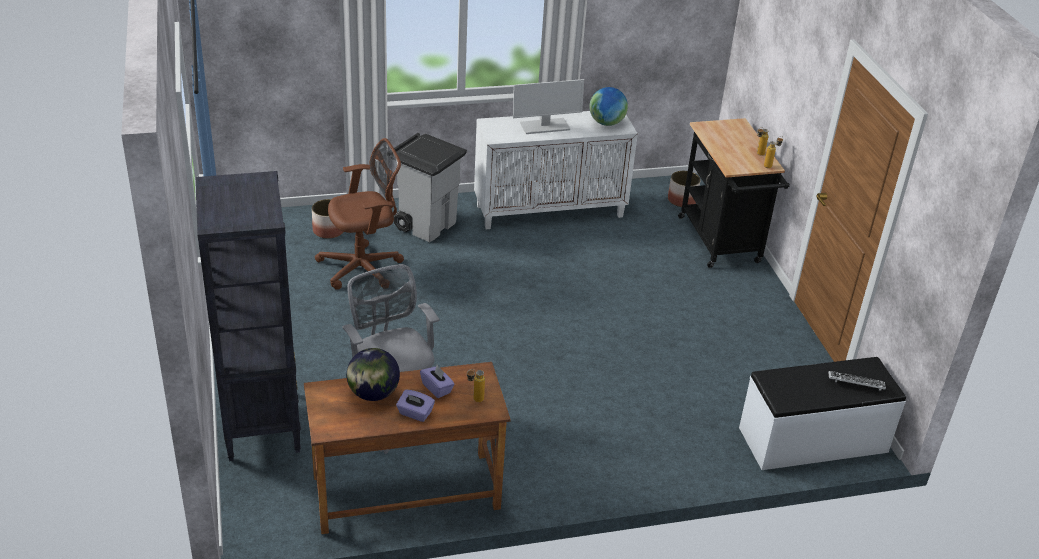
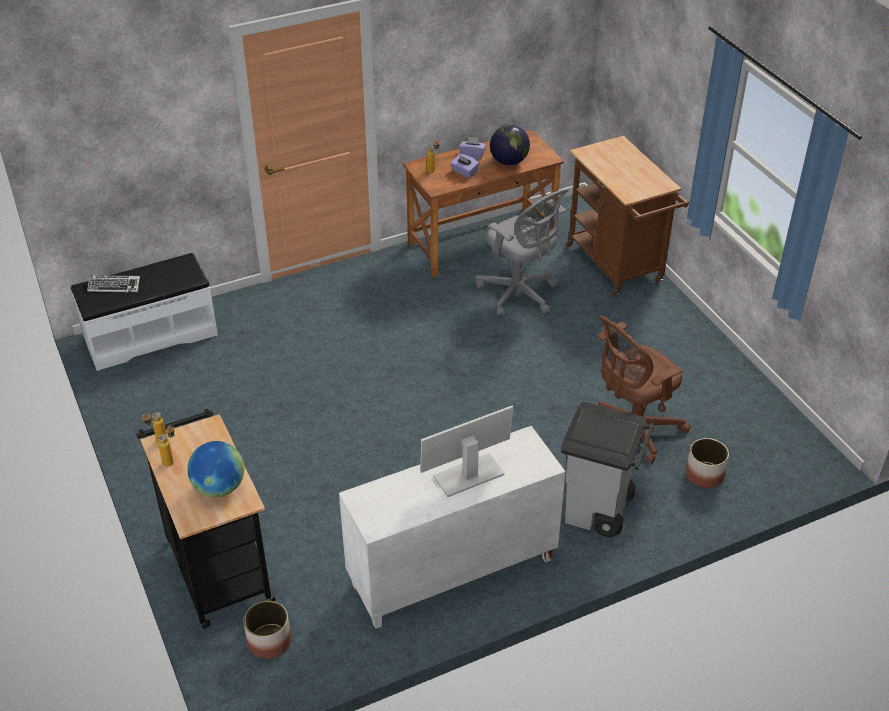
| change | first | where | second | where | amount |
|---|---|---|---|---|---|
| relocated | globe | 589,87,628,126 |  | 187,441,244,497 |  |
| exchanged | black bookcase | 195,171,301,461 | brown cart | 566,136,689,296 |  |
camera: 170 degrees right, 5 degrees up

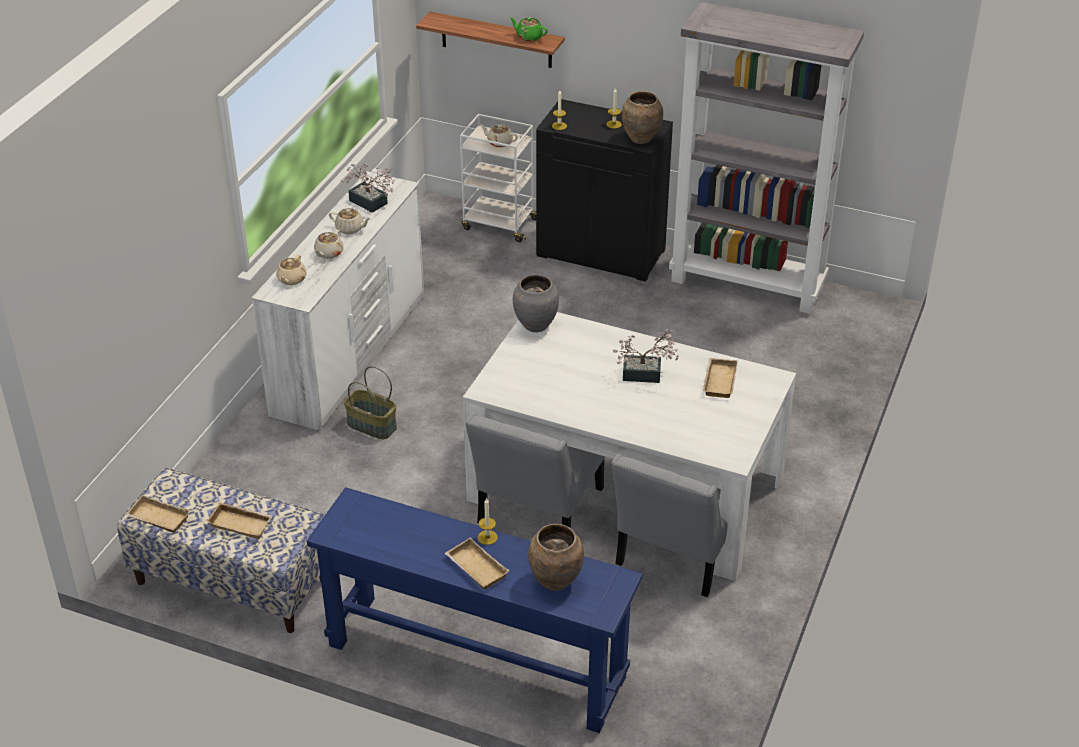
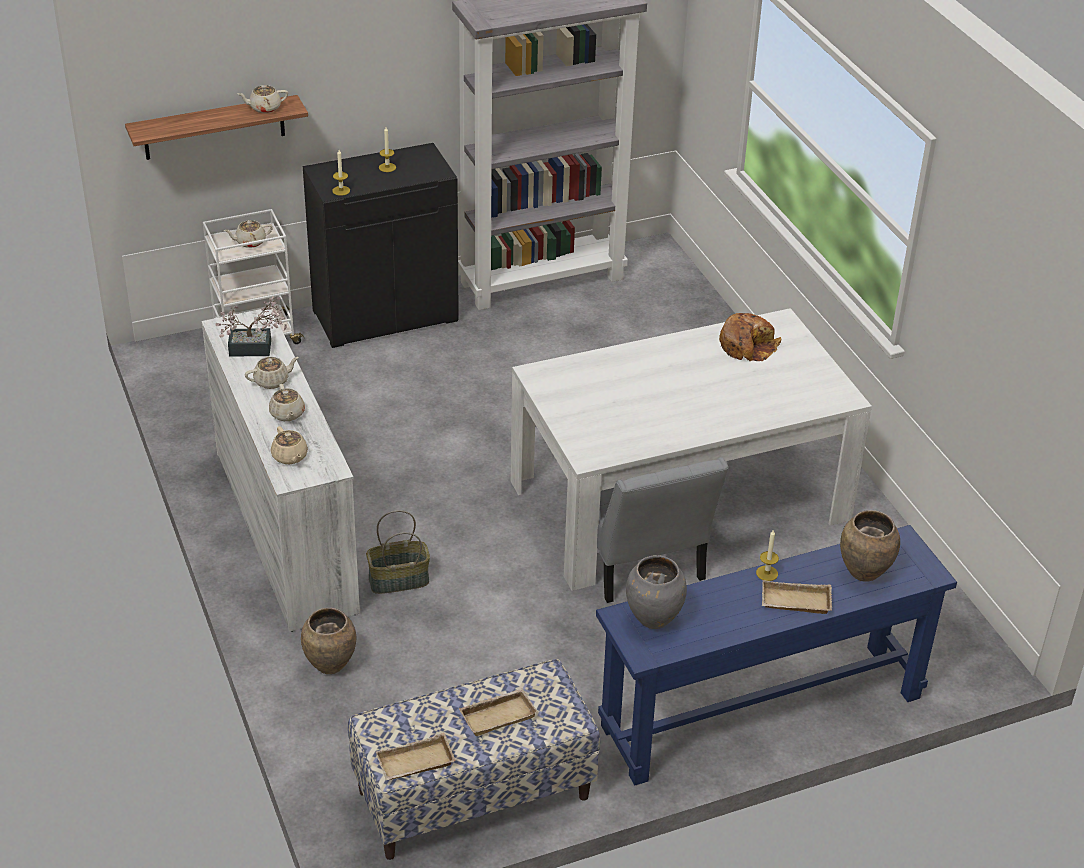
| change | first | where | second | where | amount |
|---|---|---|---|---|---|
| missing | grey chair | 612,454,752,597 |  |  |  |
| missing | potted plant | 613,328,679,383 |  |  |  |
| relocated | grey vase | 513,274,559,333 |  | 626,555,687,629 |  |
| relocated | brown vase | 622,91,663,144 |  | 301,608,356,674 |  |
| exchanged | beige tray | 703,358,738,398 | bread | 719,313,781,361 |  |
| colour | green teapot | 509,17,548,41 | beige teapot | 237,85,288,113 |  |
camera: 45 degrees left, 0 degrees up

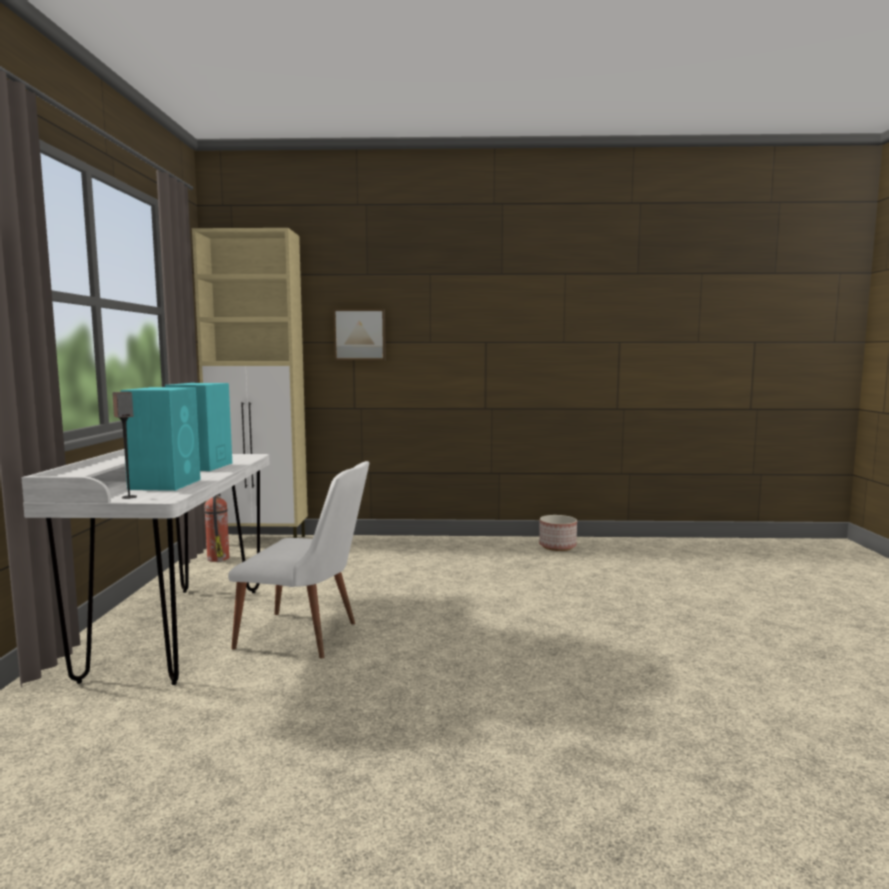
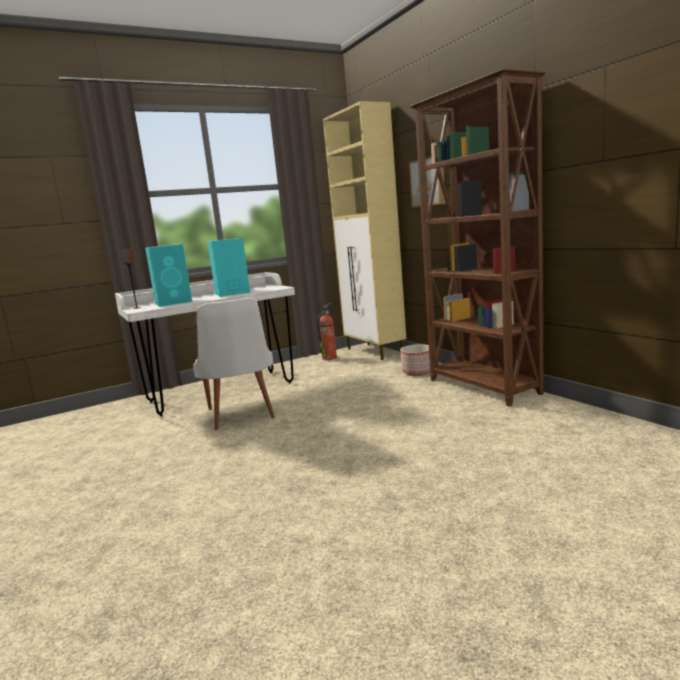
| change | first | where | second | where | amount |
|---|---|---|---|---|---|
| appeared |  |  | brown bookcase | 409,69,546,406 |  |
| relocated | planter | 539,515,577,551 |  | 400,344,430,376 |  |
camera: 60 degrees right, 5 degrees up

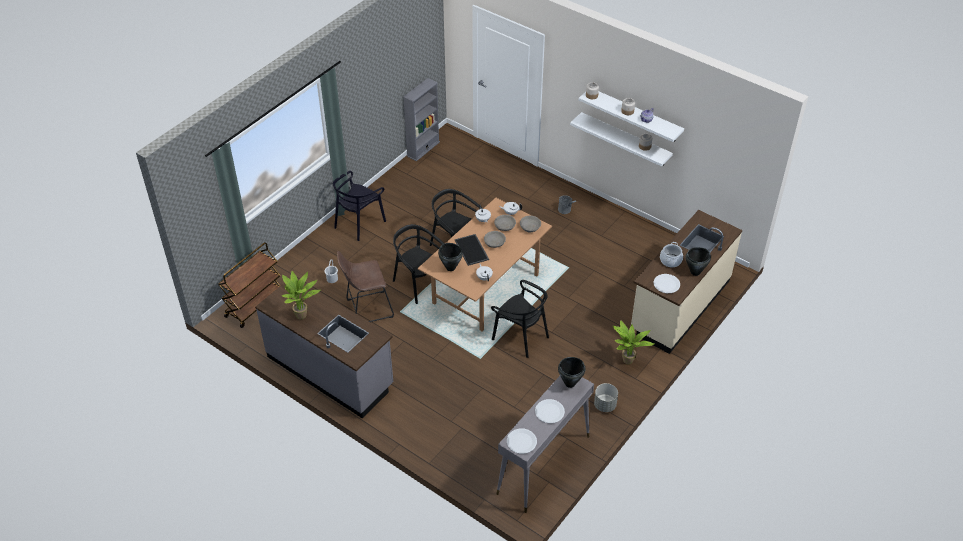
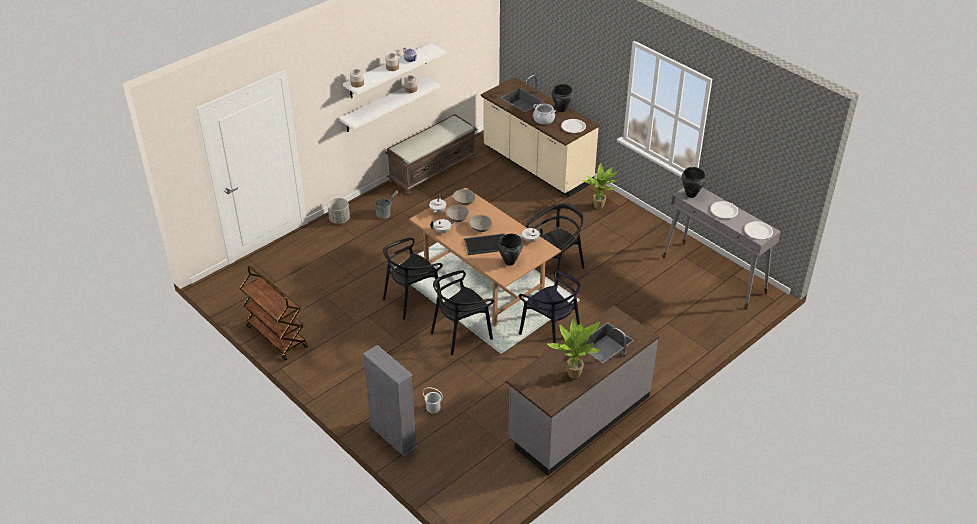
| change | first | where | second | where | amount |
|---|---|---|---|---|---|
| missing | brown stool | 337,251,394,322 |  |  |  |
| appeared |  |  | brown bench | 385,114,478,195 |  |
| relocated | brown cart | 218,242,280,328 |  | 240,266,308,361 |  |
| relocated | black chair | 333,171,386,241 |  | 519,270,581,343 |  |
| relocated | grey bookcase | 403,78,440,161 |  | 362,345,418,456 |  |
| relocated | grey planter | 594,383,618,412 |  | 328,198,350,224 |  |
camera: 80 degrees left, 5 degrees down

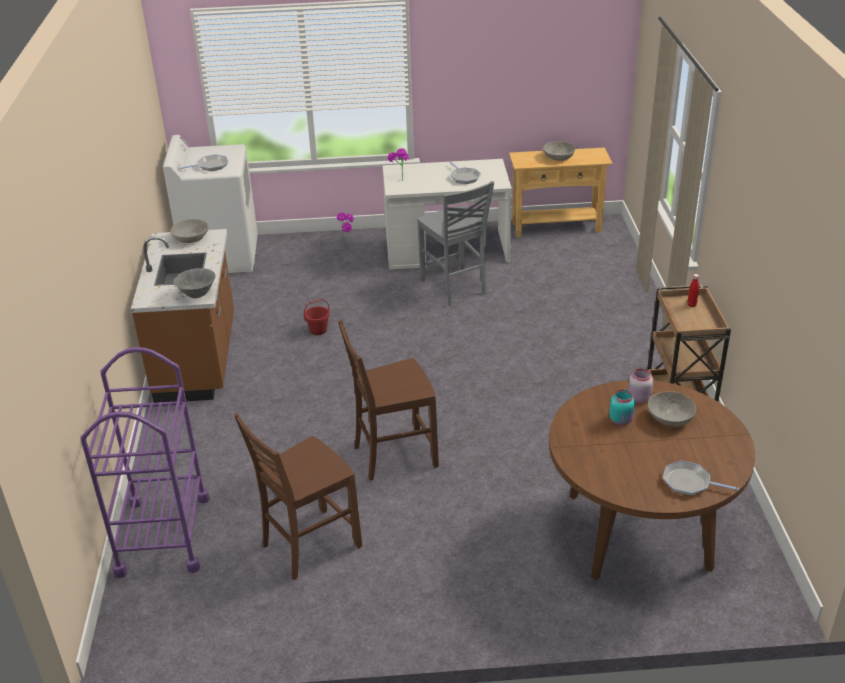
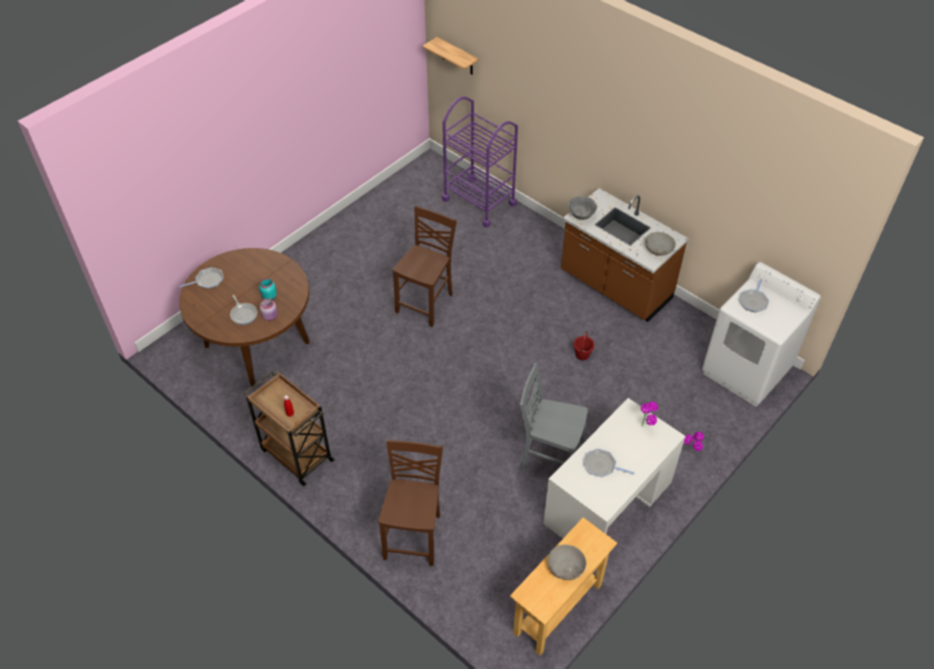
| change | first | where | second | where | amount |
|---|---|---|---|---|---|
| appeared |  |  | shelf | 422,37,479,75 |  |
| relocated | brown chair | 234,413,362,580 |  | 378,439,443,566 |  |
| exchanged | grey bowl | 648,391,696,427 | frying pan | 230,295,257,325 |  |
camera: 135 degrees right, 15 degrees up

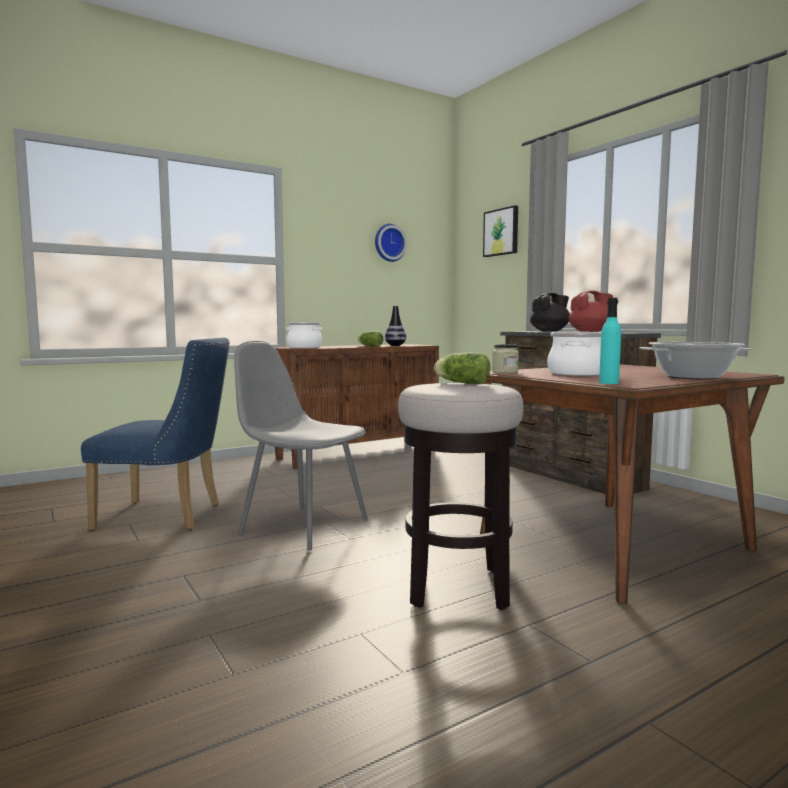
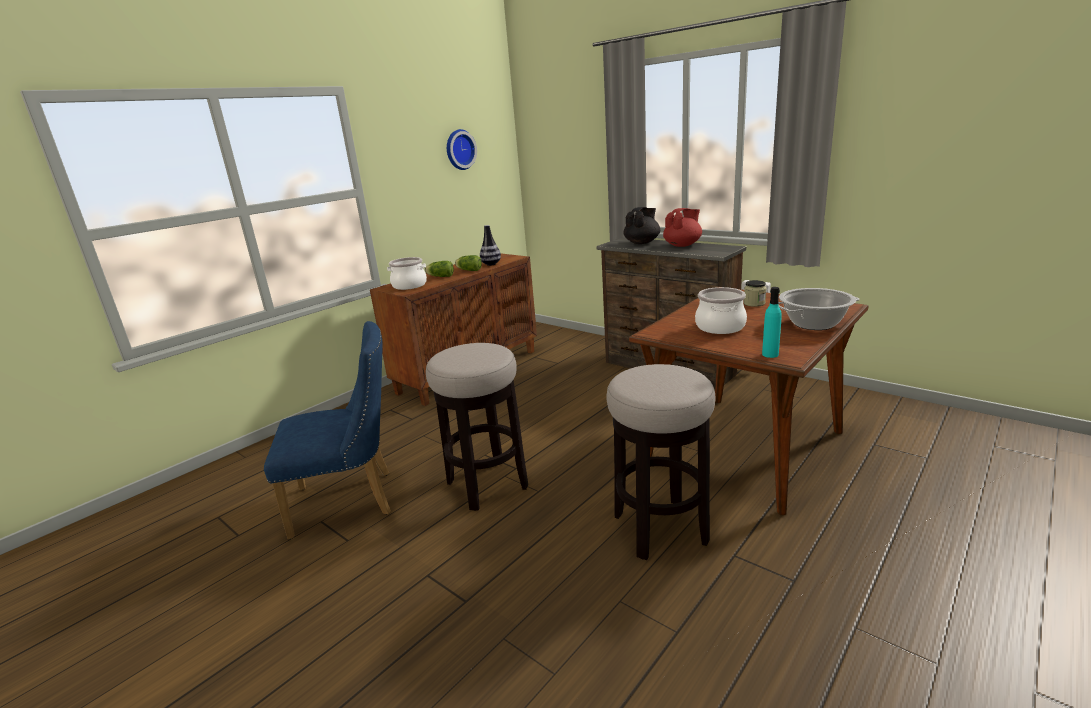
| change | first | where | second | where | amount |
|---|---|---|---|---|---|
| missing | picture | 483,205,518,257 |  |  |  |
| relocated | lettuce | 434,352,490,384 |  | 425,261,454,277 |  |
| relocated | jar | 492,344,519,373 |  | 744,280,766,307 |  |
| exchanged | grey chair | 234,341,367,550 | stool | 426,343,528,511 |  |
camera: 15 degrees left, 15 degrees up

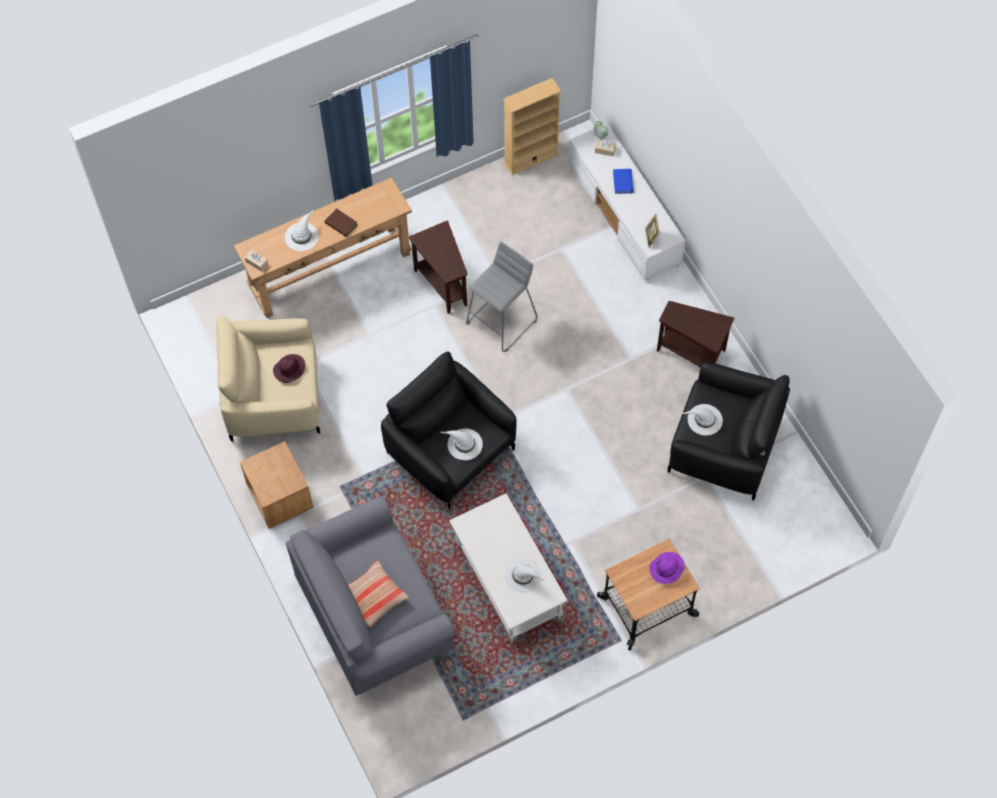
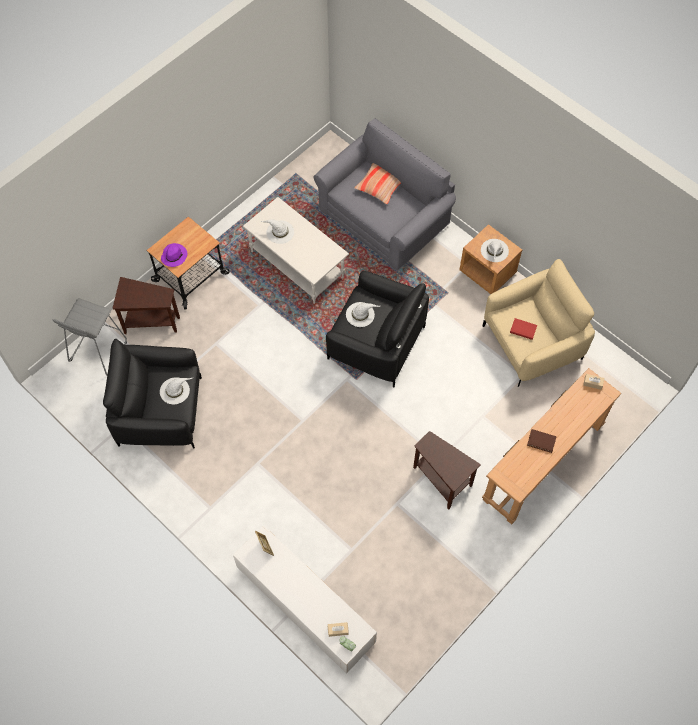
| change | first | where | second | where | amount |
|---|---|---|---|---|---|
| missing | beige bookcase | 503,78,561,175 |  |  |  |
| missing | blue book | 613,169,633,194 |  |  |  |
| relocated | white hat | 285,210,319,251 |  | 481,239,509,262 |  |
| relocated | grey stool | 466,241,538,352 |  | 52,298,127,375 |  |
| relocated | brown side table | 657,301,734,367 |  | 113,277,180,334 |  |
| exchanged | purple hat | 273,354,306,383 | red book | 510,318,537,340 |  |
camera: 160 degrees right, 0 degrees up

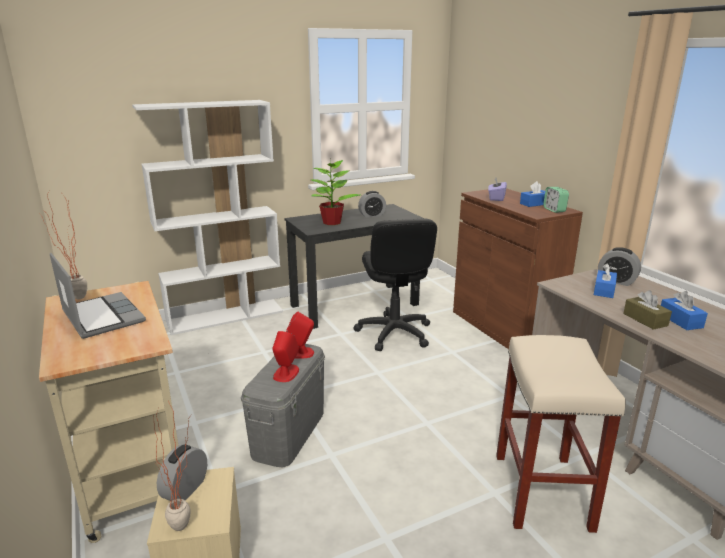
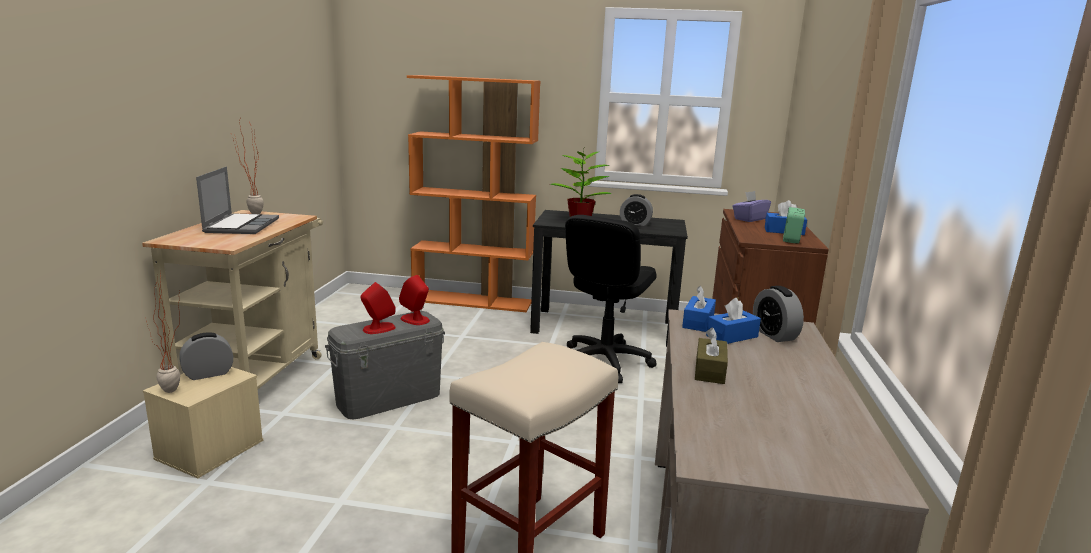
| change | first | where | second | where | amount |
|---|---|---|---|---|---|
| relocated | blue tissue box | 661,291,708,330 |  | 682,285,716,332 |  |
| colour | white bookcase | 132,100,283,335 | orange bookcase | 407,75,540,312 |  |
camera: 35 degrees right, 5 degrees down

